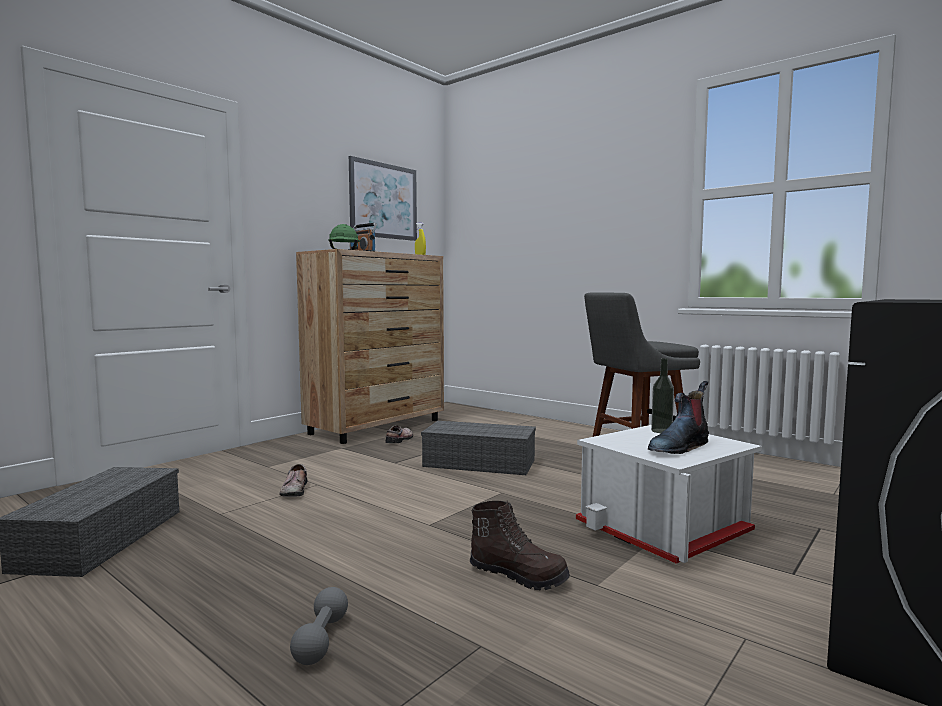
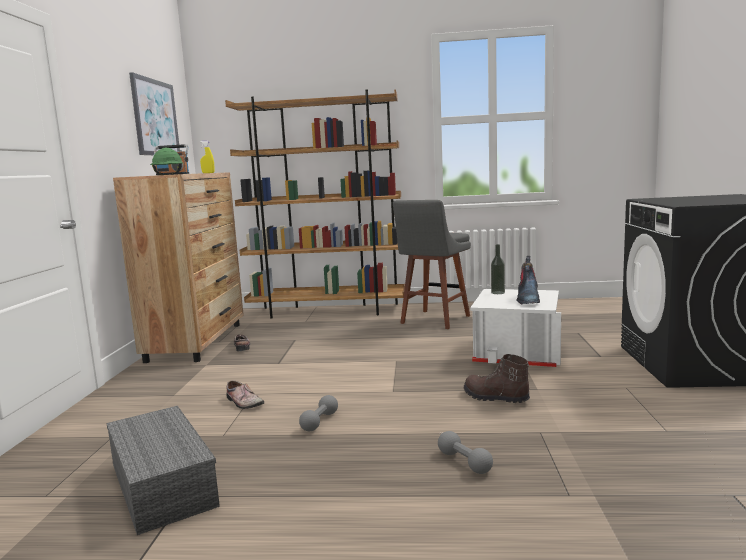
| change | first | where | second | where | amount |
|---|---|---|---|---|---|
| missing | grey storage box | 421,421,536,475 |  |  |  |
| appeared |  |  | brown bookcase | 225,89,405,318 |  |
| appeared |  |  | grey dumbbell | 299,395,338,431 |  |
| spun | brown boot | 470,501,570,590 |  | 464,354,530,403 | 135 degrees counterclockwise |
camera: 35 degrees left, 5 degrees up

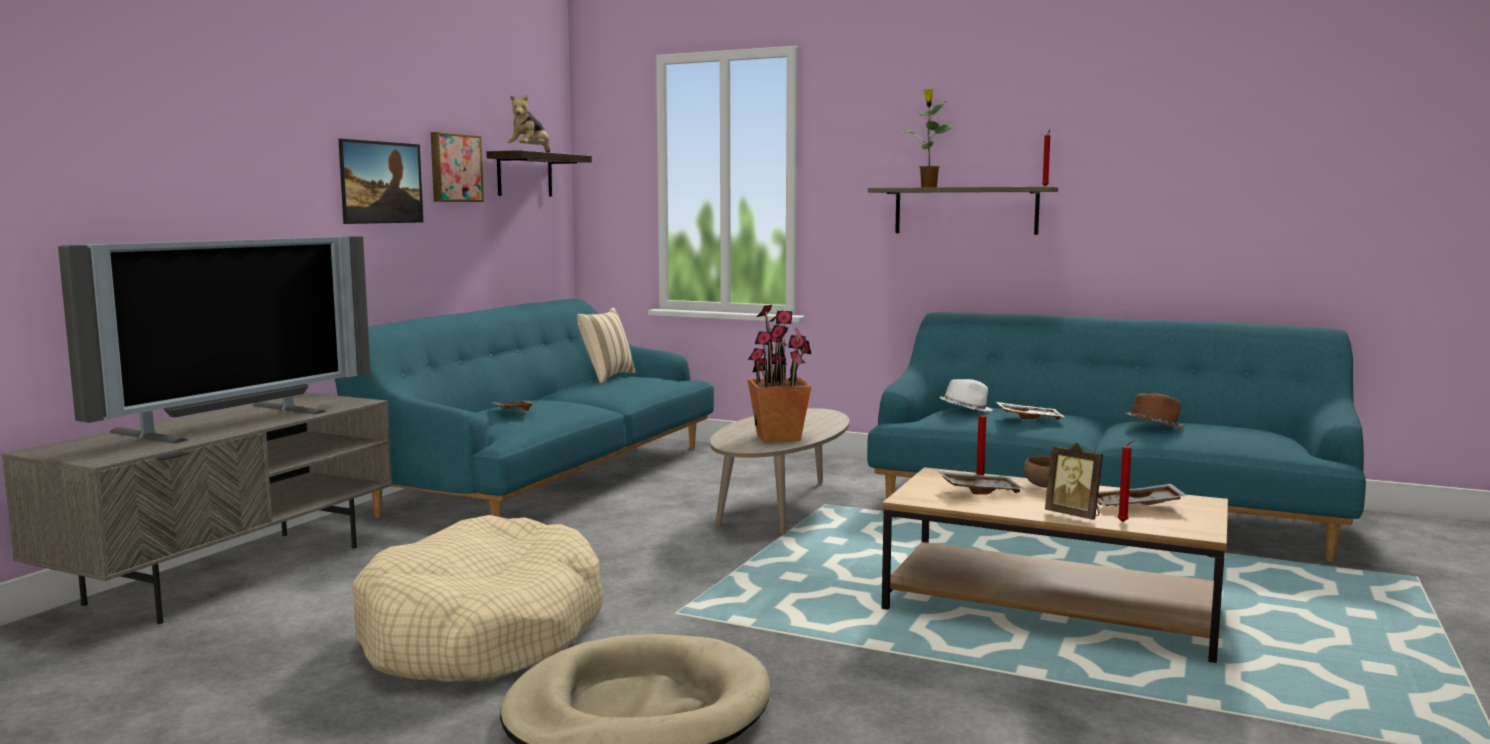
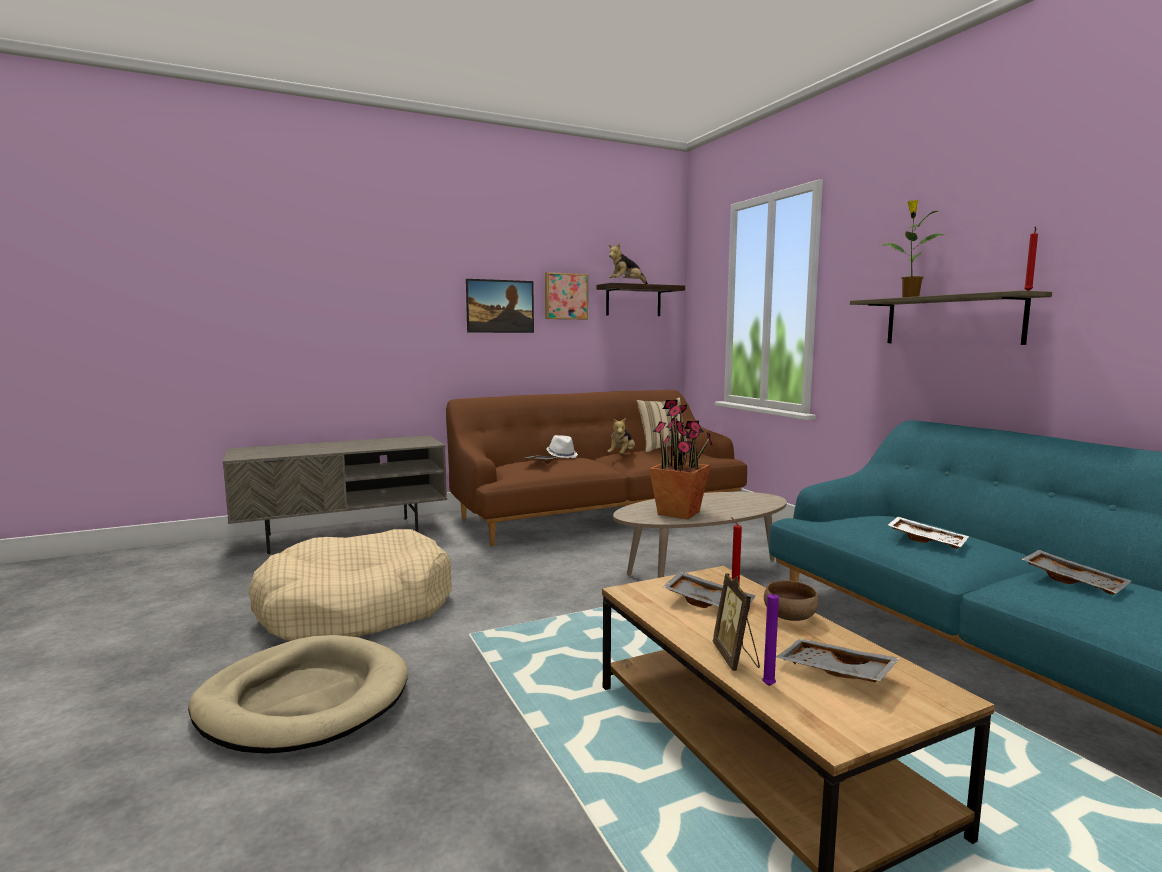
| change | first | where | second | where | amount |
|---|---|---|---|---|---|
| missing | television | 58,236,371,443 |  |  |  |
| appeared |  |  | plush toy | 607,418,635,454 |  |
| relocated | white hat | 940,379,993,411 |  | 546,435,578,458 |  |
| exchanged | brown hat | 1125,393,1184,428 | grey tray | 1021,550,1131,595 |  |
| colour | turquoise sofa | 335,298,714,518 | brown sofa | 446,390,747,546 |  |
| colour | red candle | 1118,440,1135,522 | purple candle | 762,590,779,686 |  |
camera: 40 degrees right, 0 degrees up

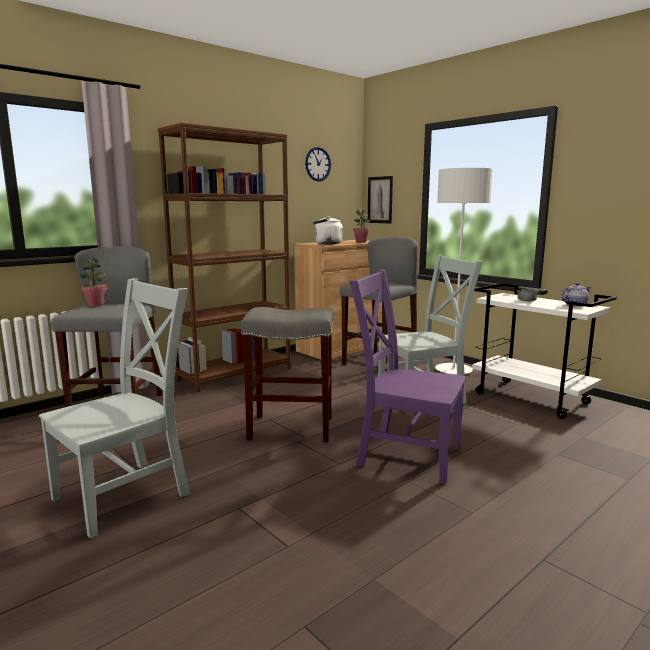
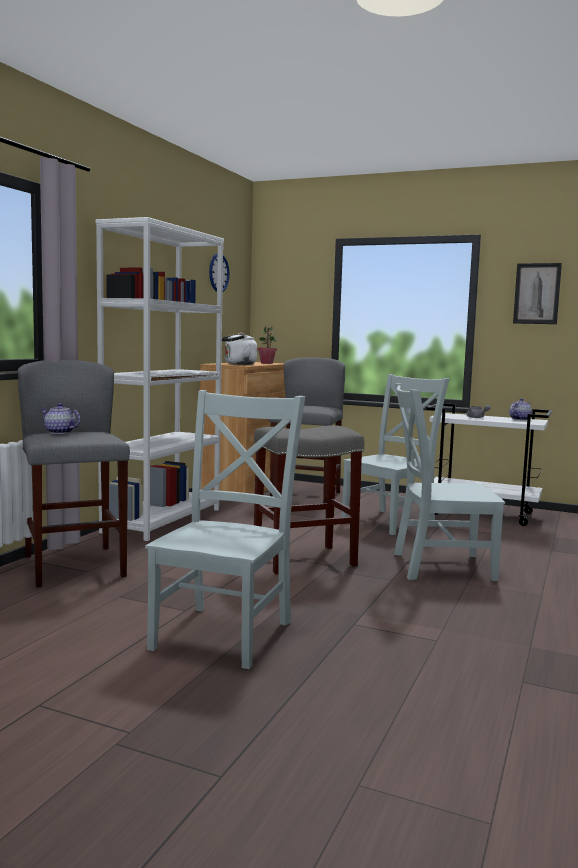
| change | first | where | second | where | amount |
|---|---|---|---|---|---|
| missing | white floor lamp | 435,168,493,375 |  |  |  |
| relocated | picture | 368,176,393,224 |  | 513,263,562,324 |  |
| exchanged | potted plant | 80,258,108,307 | teapot | 41,403,80,434 |  |
| colour | brown bookcase | 158,123,291,392 | white bookcase | 95,217,224,541 |  |
| colour | purple chair | 349,269,466,484 | grey chair | 394,383,505,581 |  |
camera: 25 degrees left, 5 degrees down

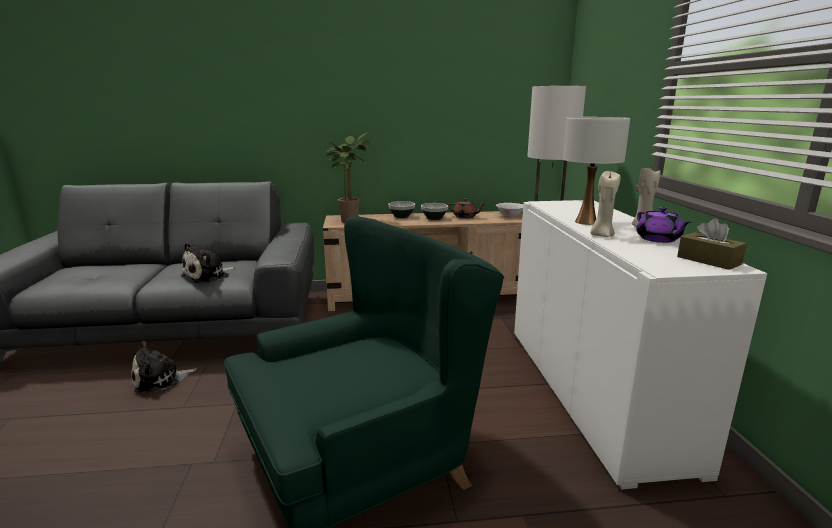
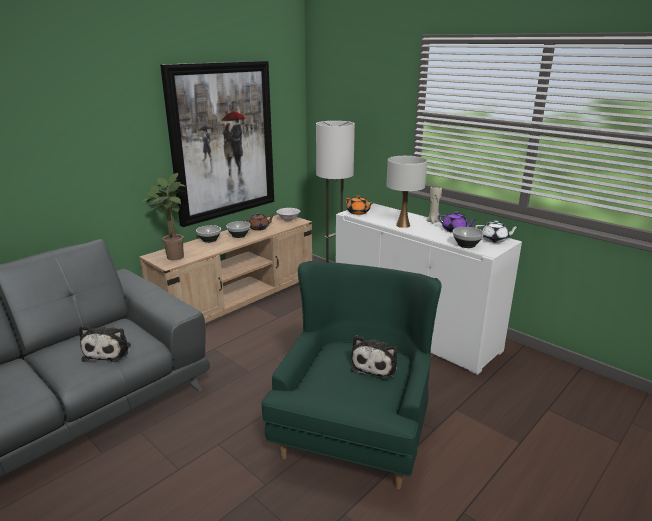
| change | first | where | second | where | amount |
|---|---|---|---|---|---|
| missing | beige candle | 590,171,621,237 |  |  |  |
| appeared |  |  | picture | 160,61,274,227 |  |
| appeared |  |  | orange teapot | 346,195,373,215 |  |
| appeared |  |  | bowl | 453,227,484,248 |  |
| relocated | plush toy | 132,341,197,394 |  | 350,335,398,379 |  |
| exchanged | brown tissue box | 677,219,747,270 | white teapot | 475,220,519,243 |  |
camera: 40 degrees left, 5 degrees up

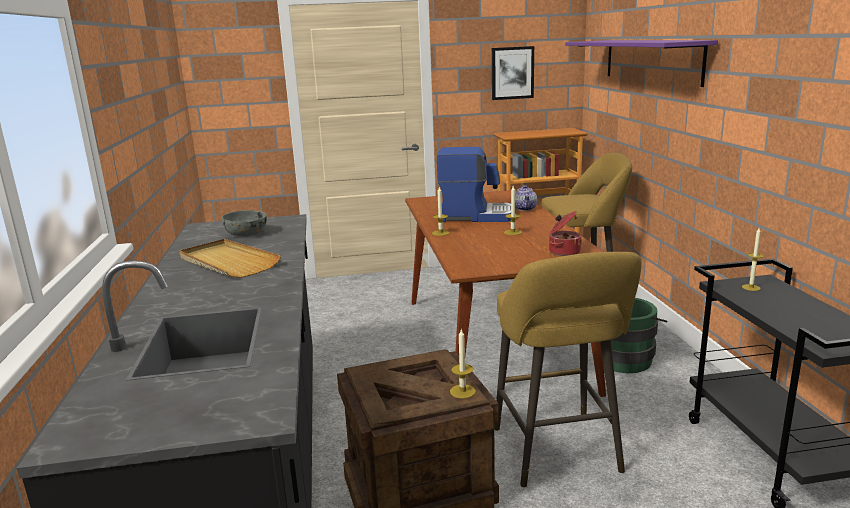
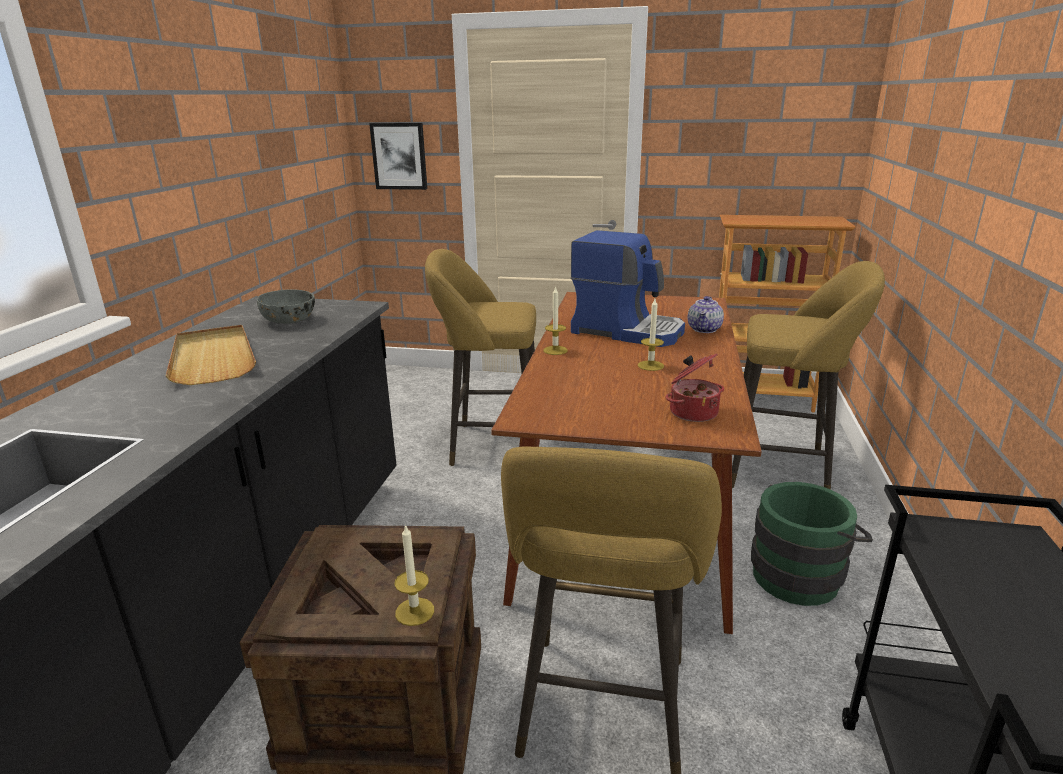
| change | first | where | second | where | amount |
|---|---|---|---|---|---|
| missing | purple shelf | 565,40,718,87 |  |  |  |
| missing | candle | 742,228,763,291 |  |  |  |
| appeared |  |  | yellow stool | 425,249,536,466 |  |
| relocated | picture | 492,46,534,100 |  | 369,123,427,190 |  |
camera: 20 degrees right, 5 degrees up

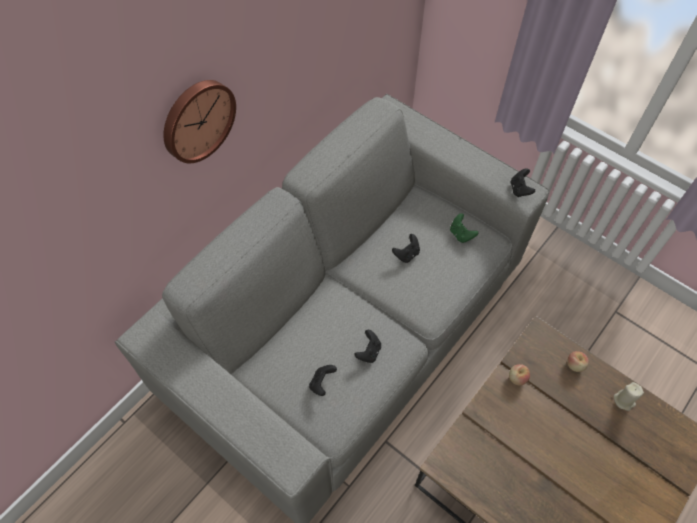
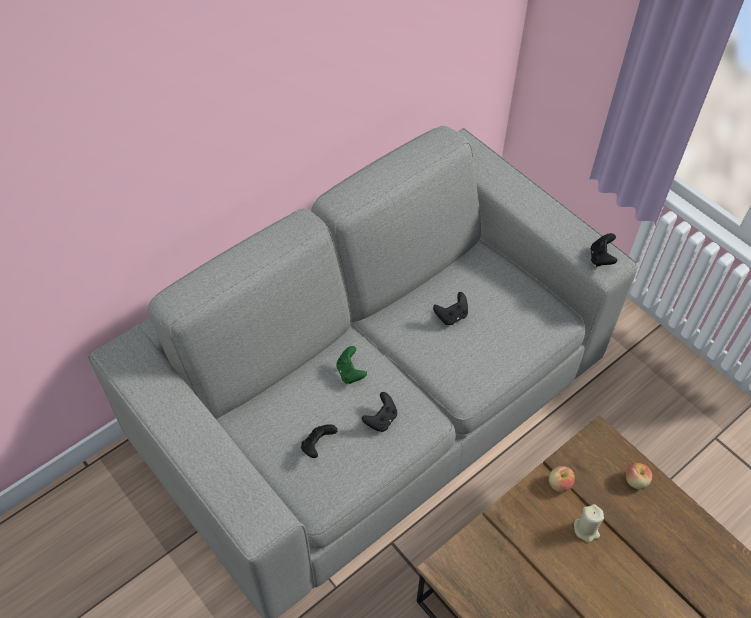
| change | first | where | second | where | amount |
|---|---|---|---|---|---|
| missing | wall clock | 163,80,236,163 |  |  |  |
| relocated | green game controller | 450,214,478,243 |  | 336,346,367,384 |  |
| relocated | beige candle | 614,382,644,411 |  | 574,504,604,542 |  |
camera: 10 degrees right, 5 degrees down

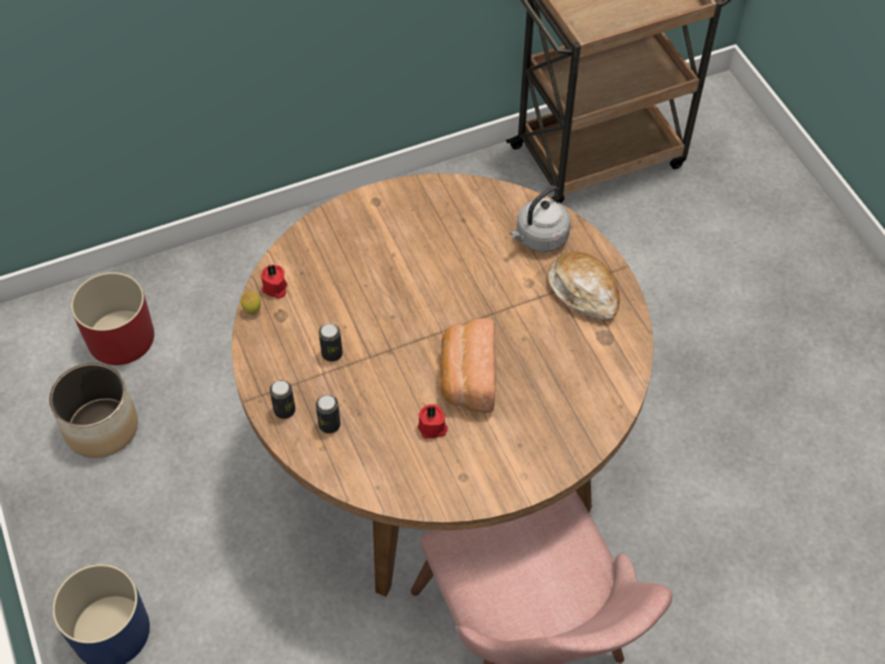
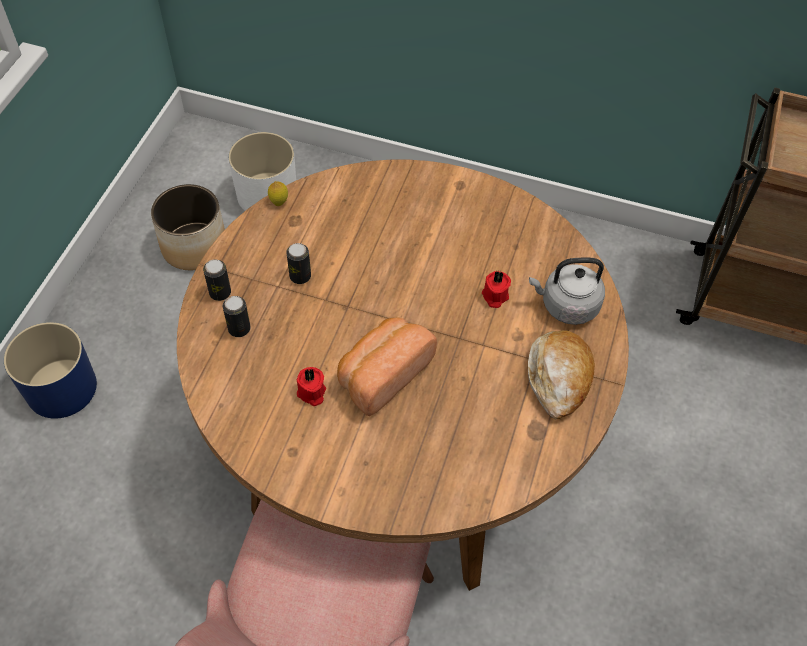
| change | first | where | second | where | amount |
|---|---|---|---|---|---|
| relocated | red candle | 261,264,287,299 |  | 482,271,511,308 |  |
| colour | red planter | 71,272,154,365 | white planter | 229,132,296,211 |  |
camera: 40 degrees right, 0 degrees up

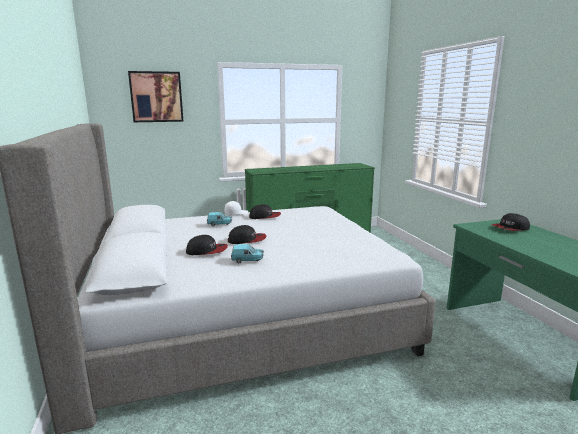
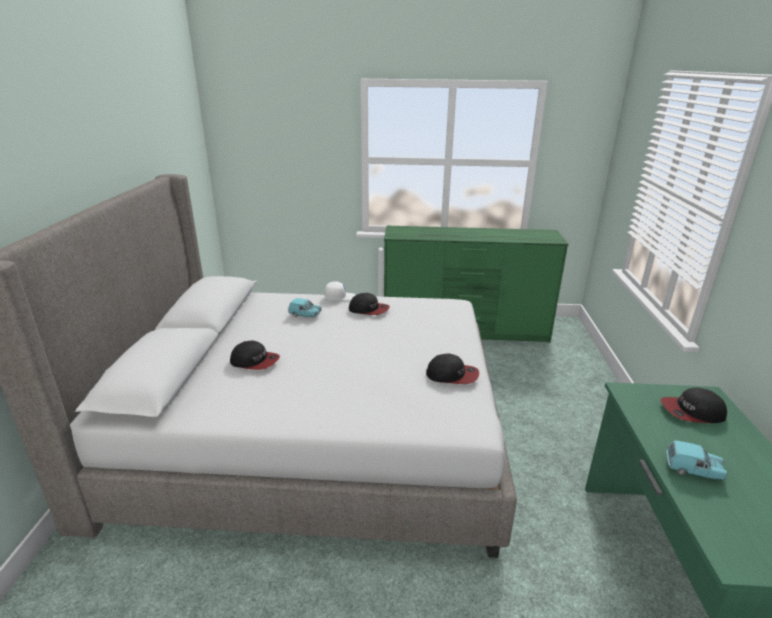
| change | first | where | second | where | amount |
|---|---|---|---|---|---|
| missing | picture | 128,71,184,122 |  |  |  |
| relocated | cap | 228,225,266,244 |  | 426,354,479,384 |  |
| relocated | turquoise toy car | 231,244,264,263 |  | 666,440,728,480 |  |
camera: 20 degrees right, 10 degrees up

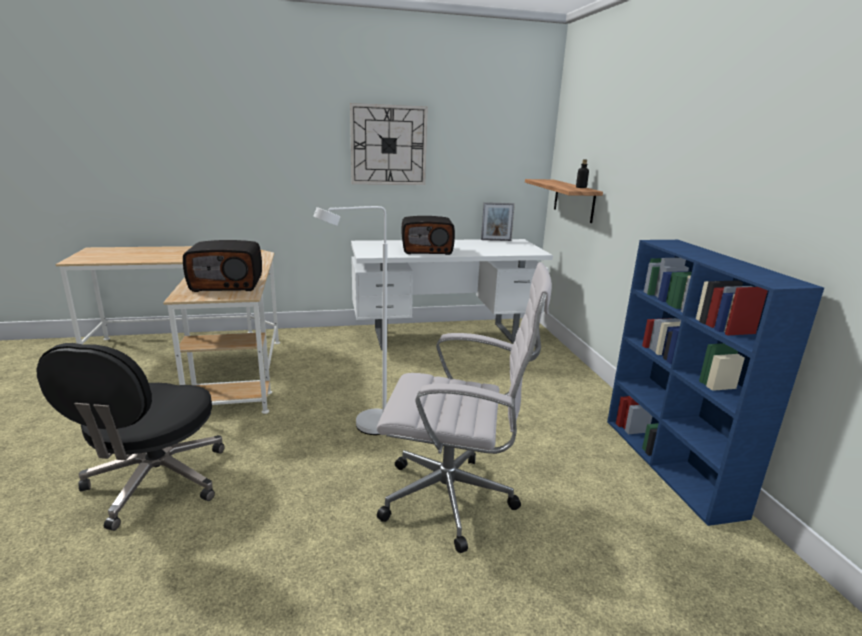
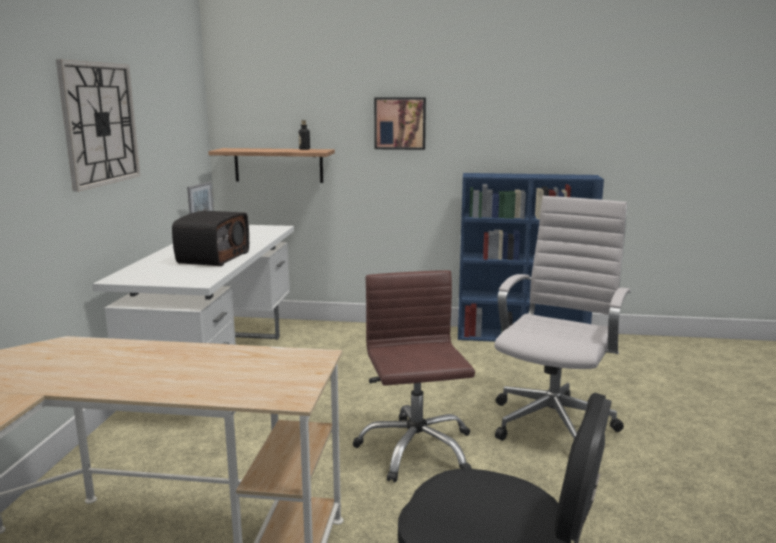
| change | first | where | second | where | amount |
|---|---|---|---|---|---|
| missing | radio | 183,240,262,292 |  |  |  |
| appeared |  |  | picture | 374,97,426,150 |  |
| exchanged | white floor lamp | 314,206,387,435 | brown office chair | 353,270,475,483 |  |
camera: 70 degrees left, 5 degrees down

